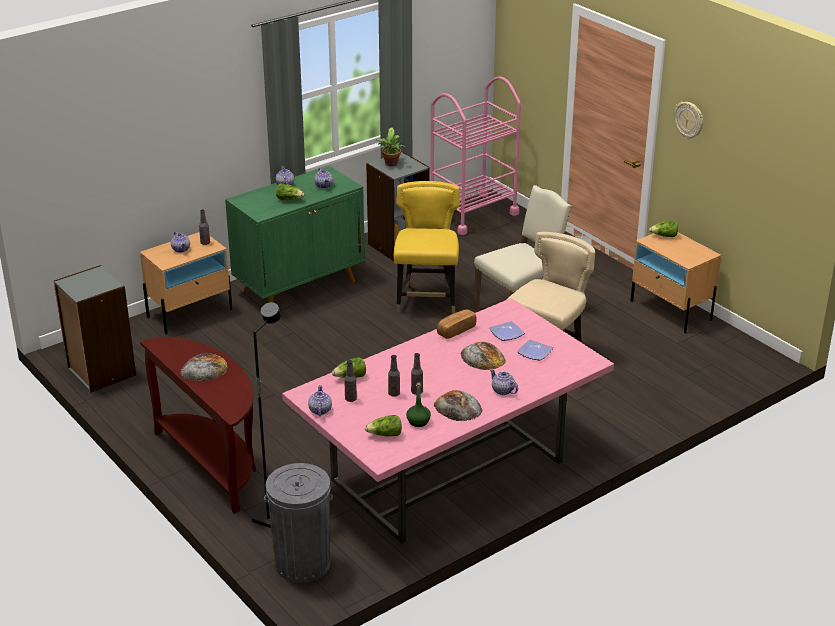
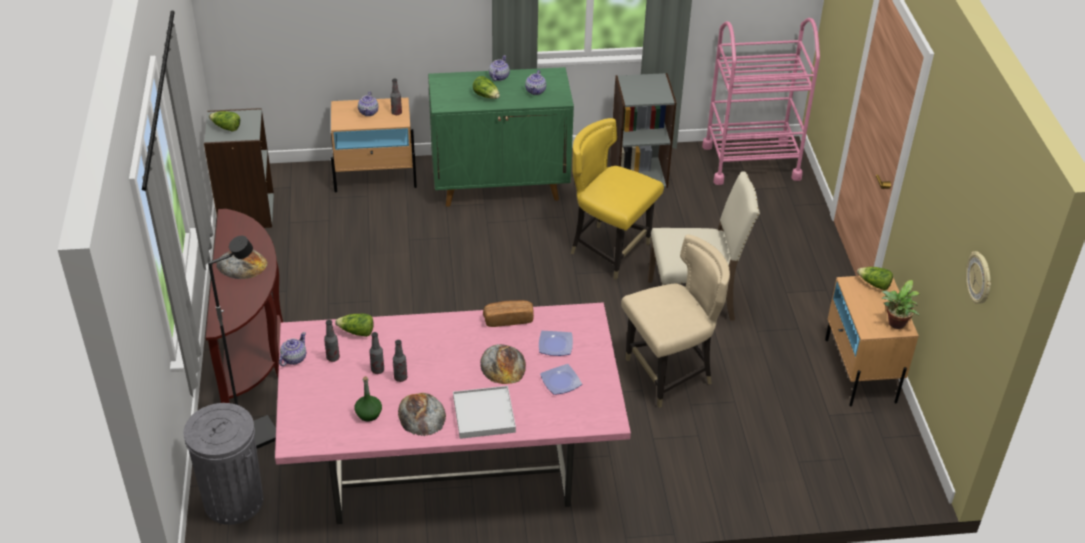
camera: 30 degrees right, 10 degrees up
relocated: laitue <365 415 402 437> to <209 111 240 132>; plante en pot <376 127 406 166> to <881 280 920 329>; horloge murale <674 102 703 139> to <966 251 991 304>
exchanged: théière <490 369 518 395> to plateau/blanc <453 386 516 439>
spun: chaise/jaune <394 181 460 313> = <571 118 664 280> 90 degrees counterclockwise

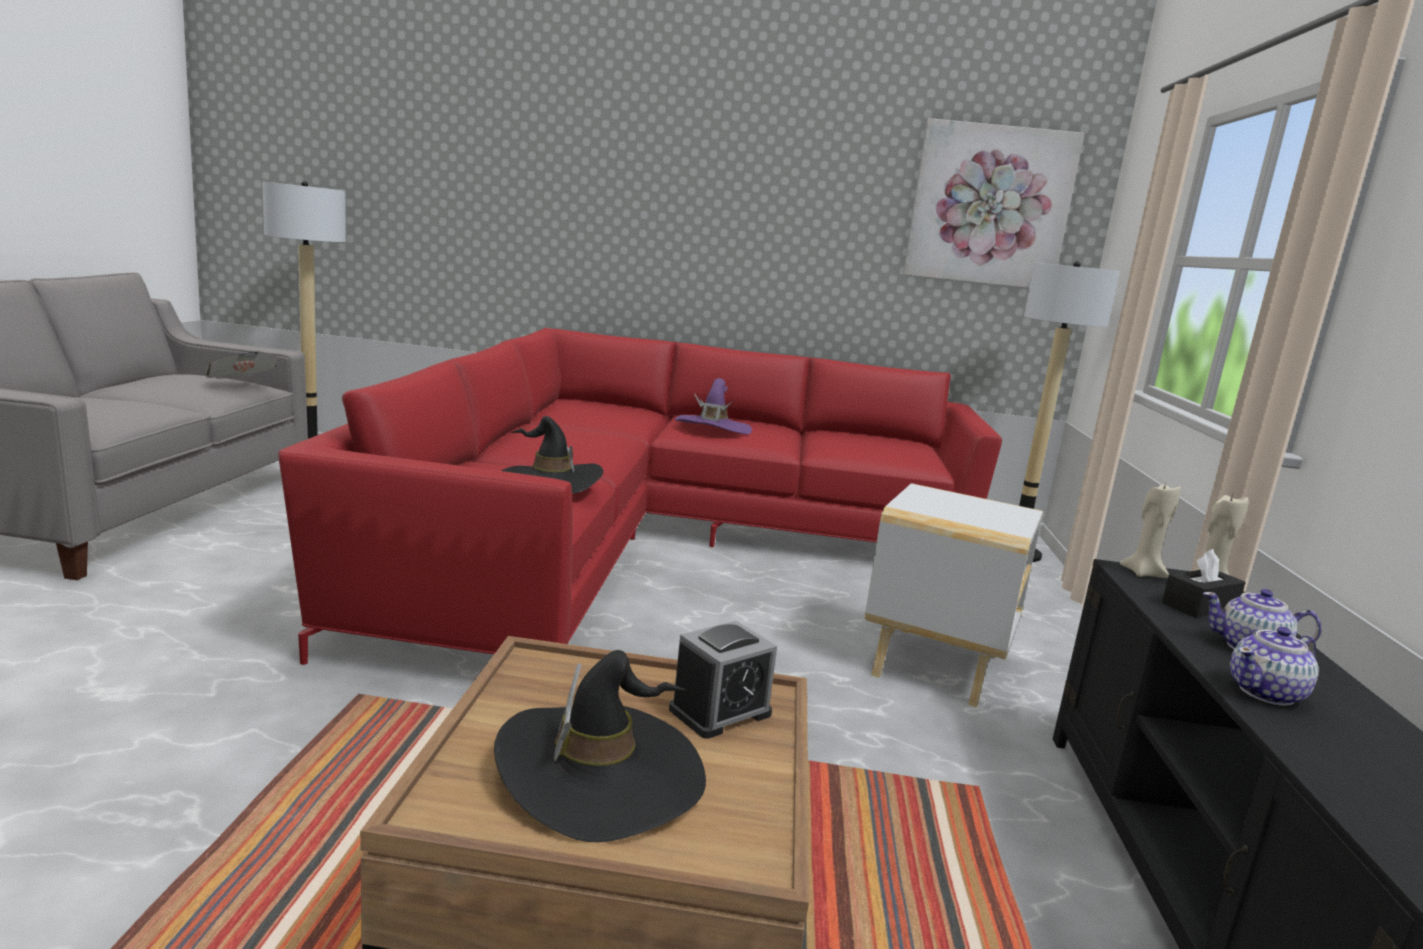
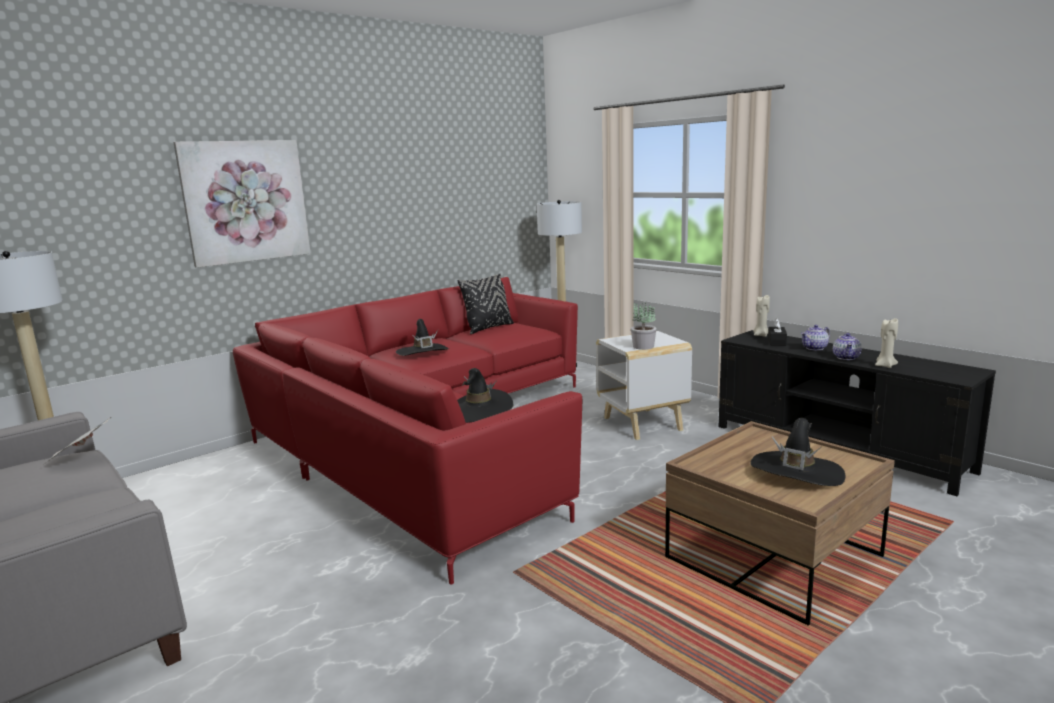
camera: 45 degrees left, 0 degrees up
missing: réveil <669 621 777 739>
appeared: coussin/noir <457 274 514 334>; plante en pot <631 303 657 350>
relocated: tableau <903 118 1085 288> to <174 140 311 268>; bougie/beige <1120 483 1181 578> to <875 318 898 368>
colour: chapeau/violet <675 378 752 434> to chapeau/noir <396 319 449 356>

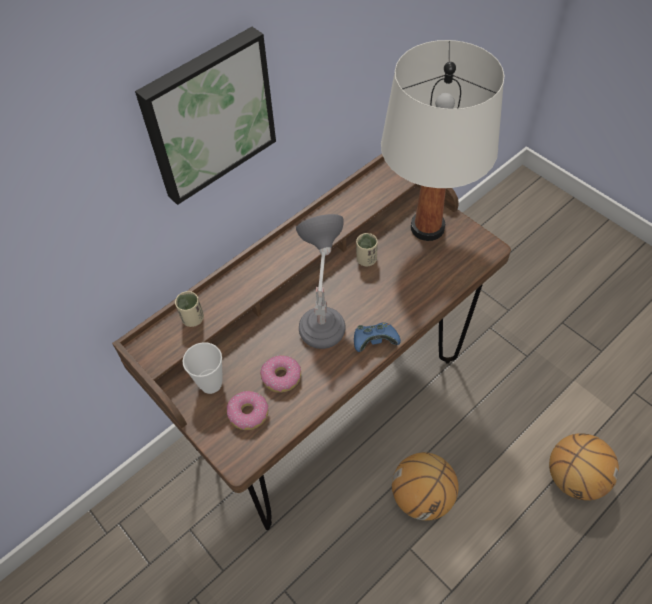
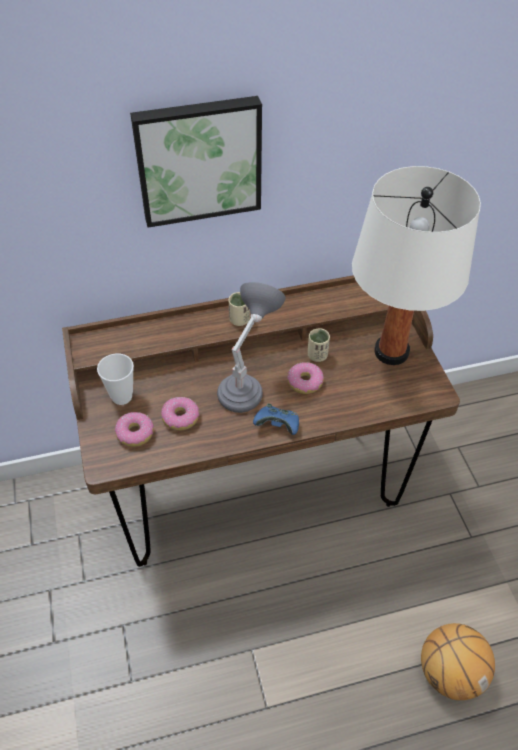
camera: 25 degrees right, 5 degrees down
missing: ballon de basket <392 452 459 521>
appeared: beignet <287 362 324 394>
relocated: tasse/beige <175 291 204 327> to <229 292 250 326>

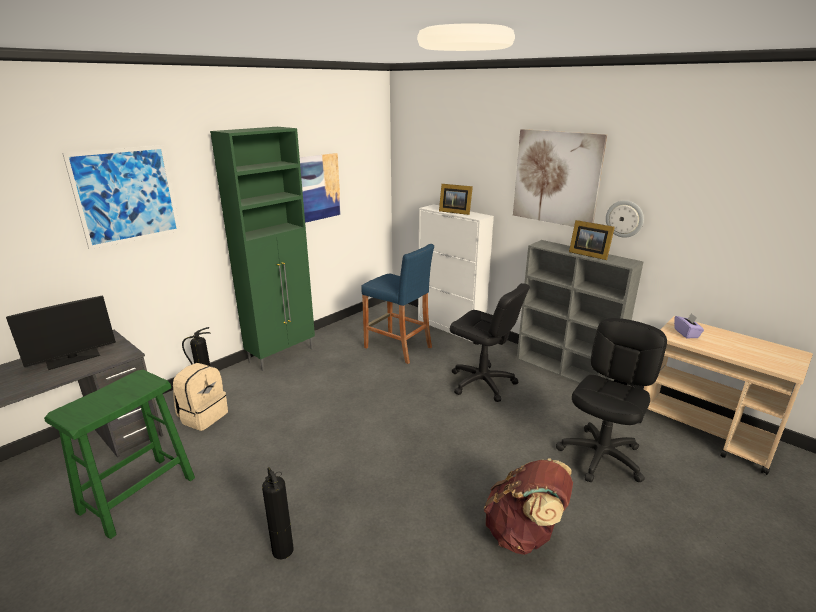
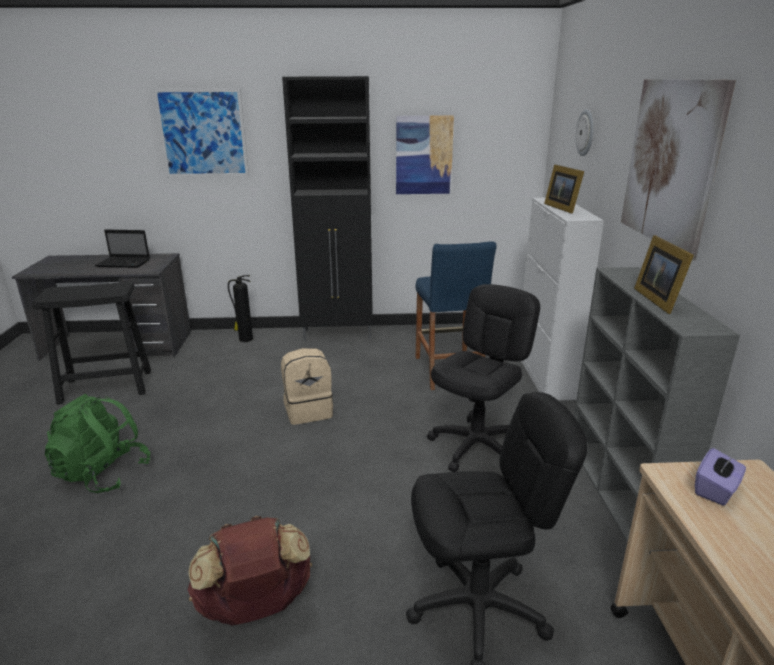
camera: 45 degrees right, 0 degrees up
relocated: sac à dos/beige <173 363 228 431> to <281 348 333 425>; horloge murale <606 200 644 238> to <576 109 594 156>
exchanged: écran d'ordinateur <6 296 116 370> to ordinateur portable <95 229 150 268>; extincteur <262 467 294 559> to sac à dos/vert <45 394 150 493>
colour: tabouret/vert <44 370 195 539> to tabouret/noir <32 281 151 405>; meuble de rangement/vert <210 127 315 371> to meuble de rangement/noir <282 76 373 341>
spun: chaise de bureau/noir <450 283 530 402> = <427 284 540 472> 135 degrees counterclockwise

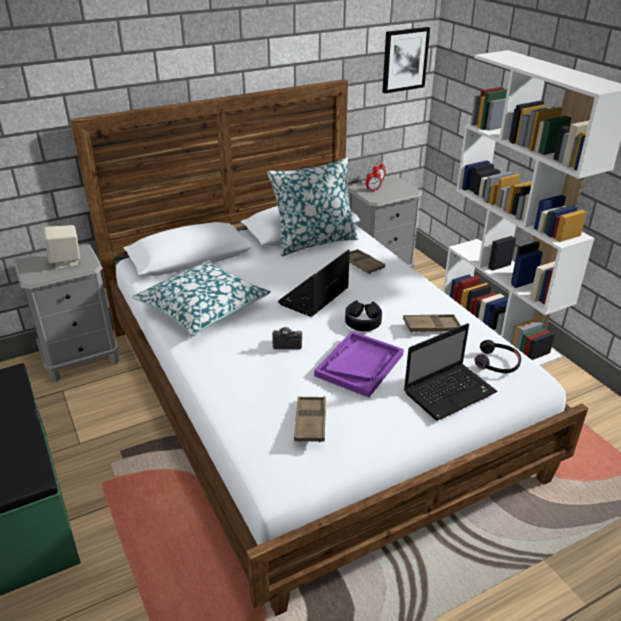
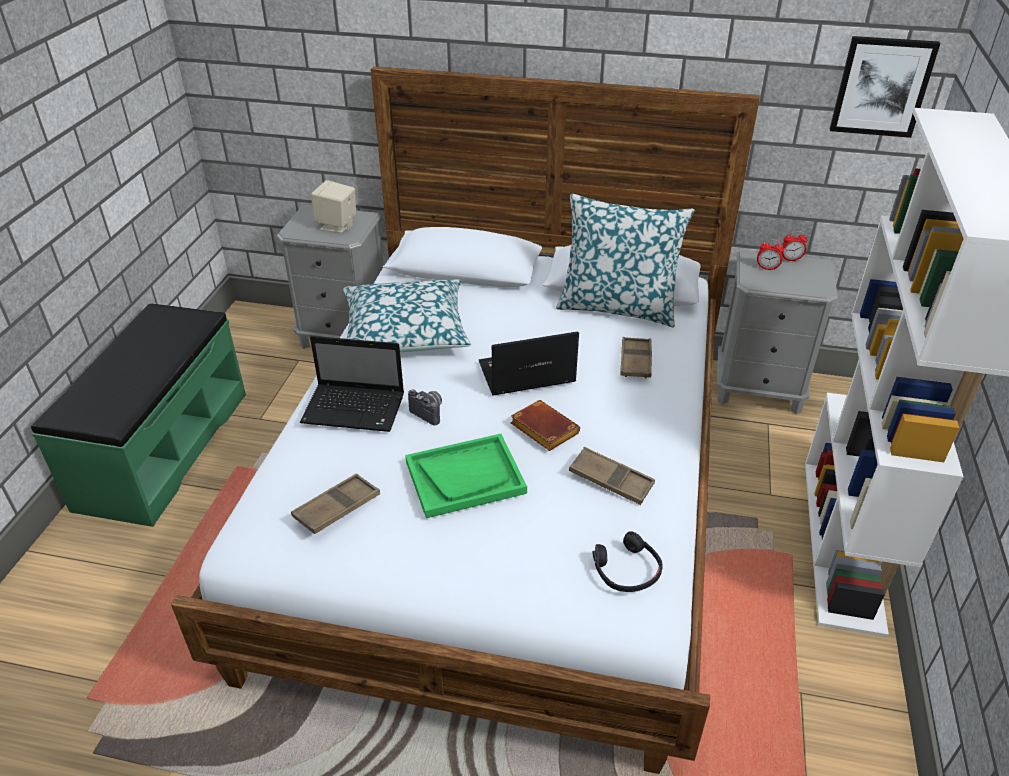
camera: 40 degrees right, 5 degrees up
relocated: ordinateur portable <404 323 497 421> to <300 336 404 432>
exchanged: casque audio/noir <345 301 382 331> to livre/marron <511 400 580 451>
colour: plateau/violet <314 331 404 398> to plateau/vert <405 434 527 518>

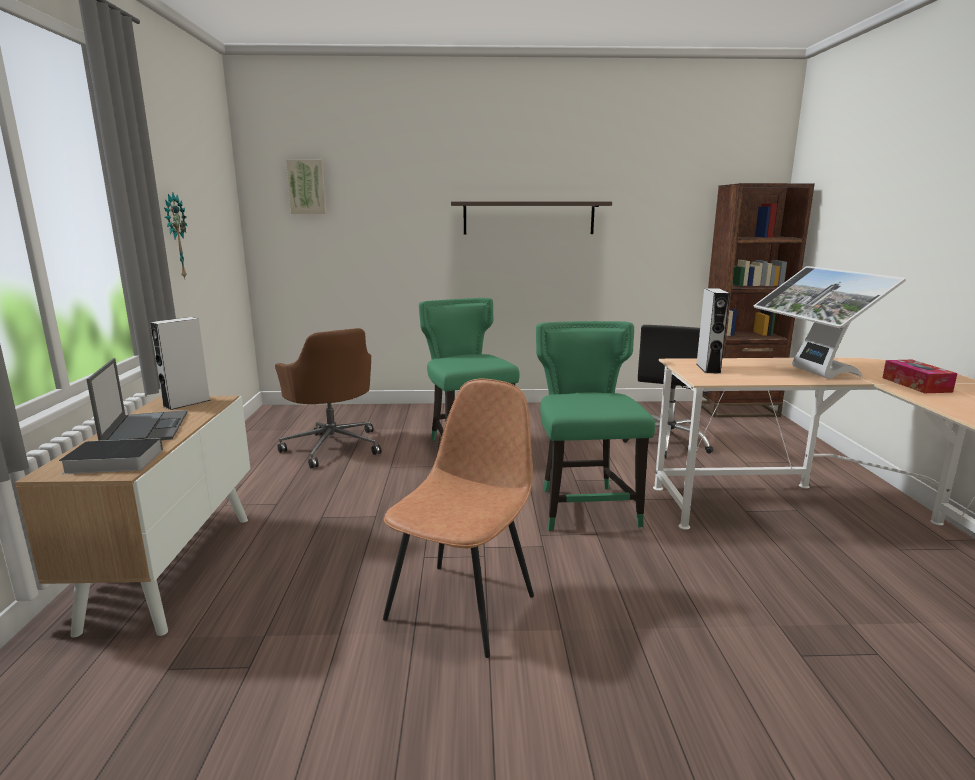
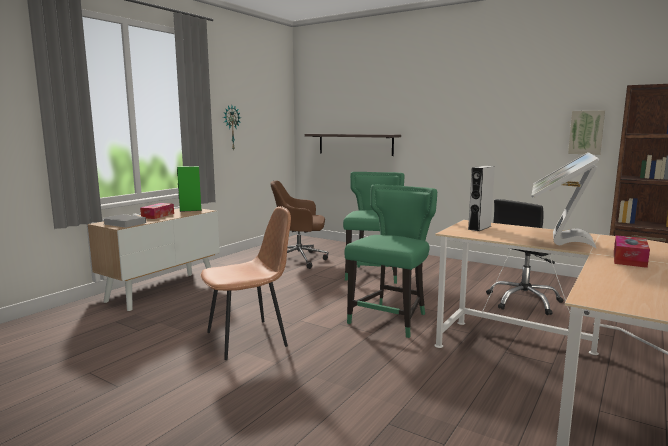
camera: 35 degrees right, 5 degrees down
relocated: tableau <286 160 326 214> to <568 111 605 155>; étagère <451 202 612 234> to <305 134 401 156>
exchanged: ordinateur portable <86 358 188 441> to boîte à mouchoirs <140 203 174 219>
colour: enceinte/gris <150 317 210 410> to enceinte/vert <177 166 202 212>
spun: chaise de bureau/marron <275 328 381 468> = <270 181 328 269> 90 degrees clockwise

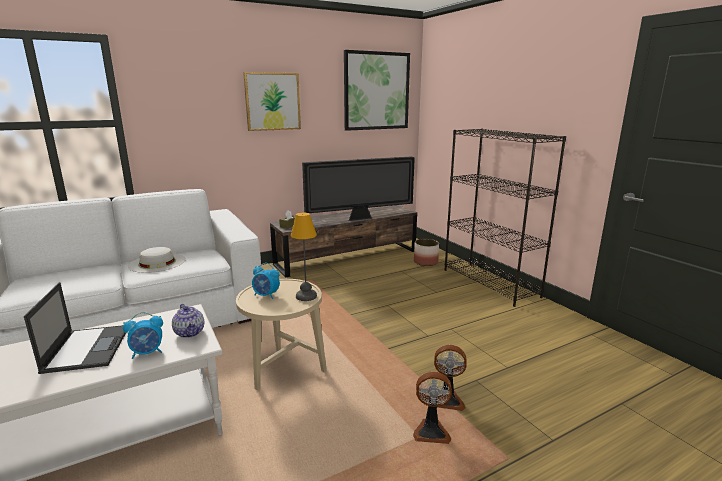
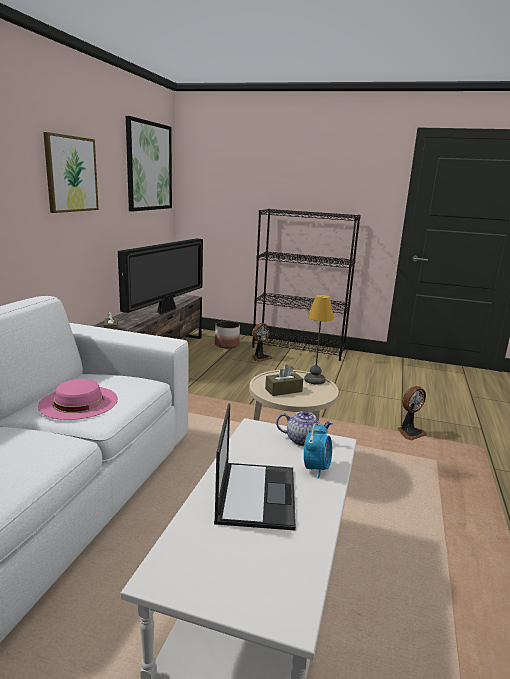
camera: 45 degrees left, 0 degrees up
relocated: ventilateur <413 371 452 444> to <252 323 273 362>
exchanged: réveil <252 263 280 299> to boîte à mouchoirs/marron <265 364 303 396>
colour: chapeau/blanc <128 247 186 273> to chapeau/rose <38 379 118 420>
spun: ordinateur portable <24 282 125 374> = <214 403 296 530> 60 degrees clockwise

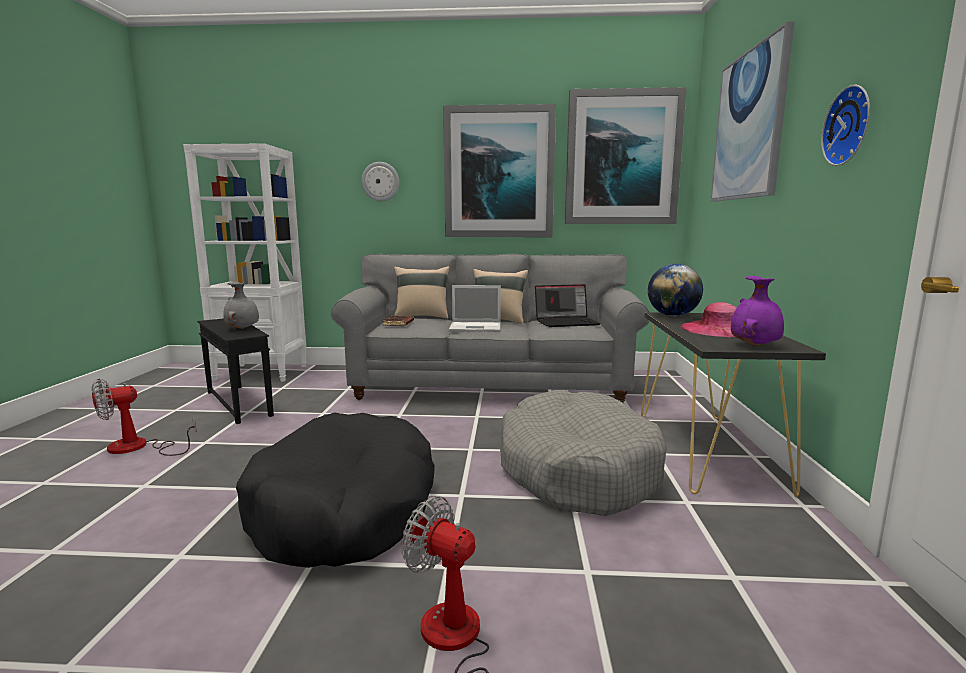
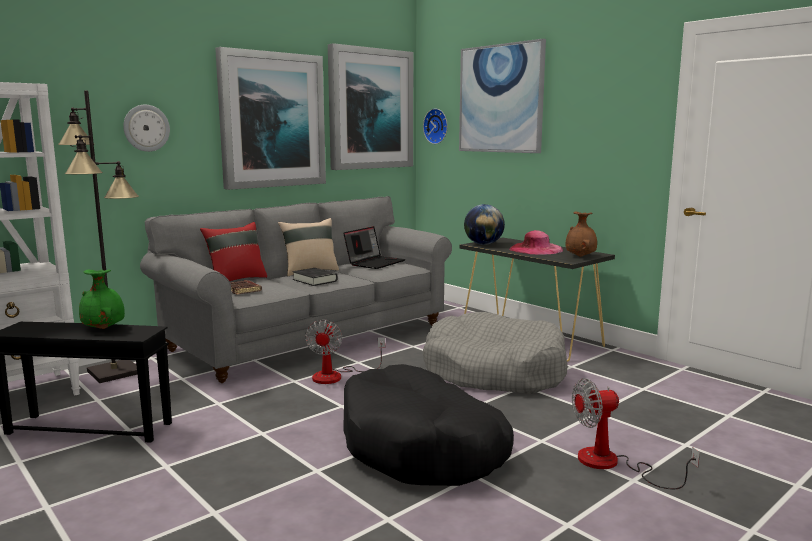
camera: 45 degrees left, 0 degrees up
appeared: lampadaire/noir <58 90 139 383>
relocated: ventilateur <92 378 197 456> to <305 319 385 384>; horloge murale <821 85 870 166> to <423 108 448 144>
exchanged: ordinateur portable <449 285 501 332> to livre/noir <293 268 337 286>
colour: vase/gris <223 282 259 329> to vase/vert <79 269 125 329>; coussin/beige <394 266 450 319> to coussin/rouge <200 222 267 281>; vase/violet <731 276 784 346> to vase/marron <565 212 597 257>

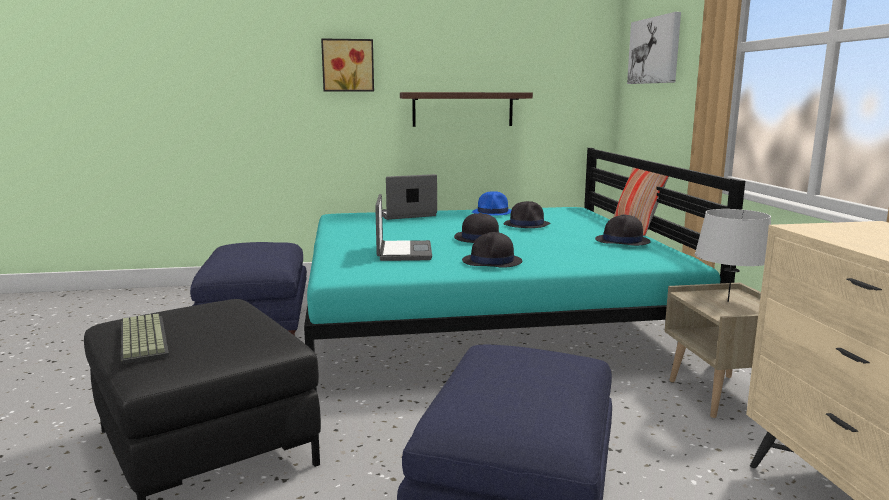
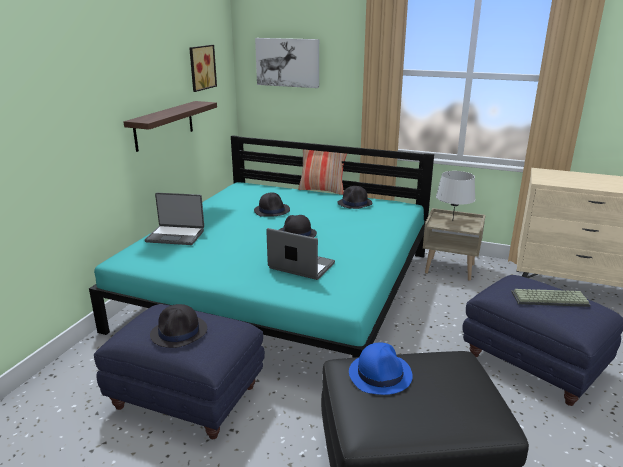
camera: 60 degrees left, 10 degrees up
relocated: clavier <121 313 169 364> to <511 289 590 307>; tableau <321 39 374 92> to <189 45 217 92>; chapeau/noir <462 232 522 268> to <150 304 207 348>; chapeau/bleu <472 191 511 215> to <349 342 413 395>
spun: ordinateur portable <382 174 437 220> = <145 193 204 245> 90 degrees counterclockwise

